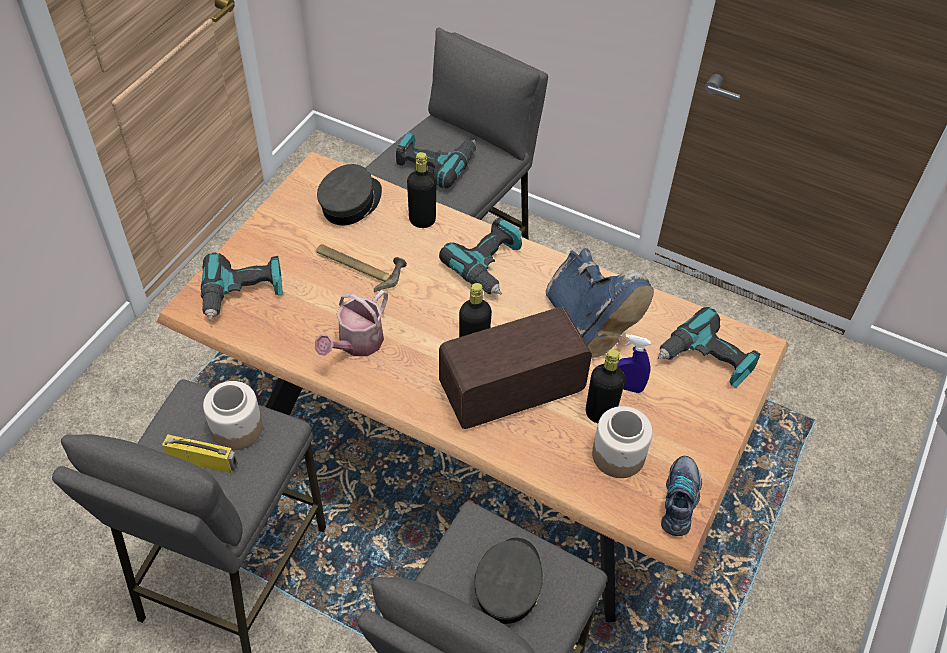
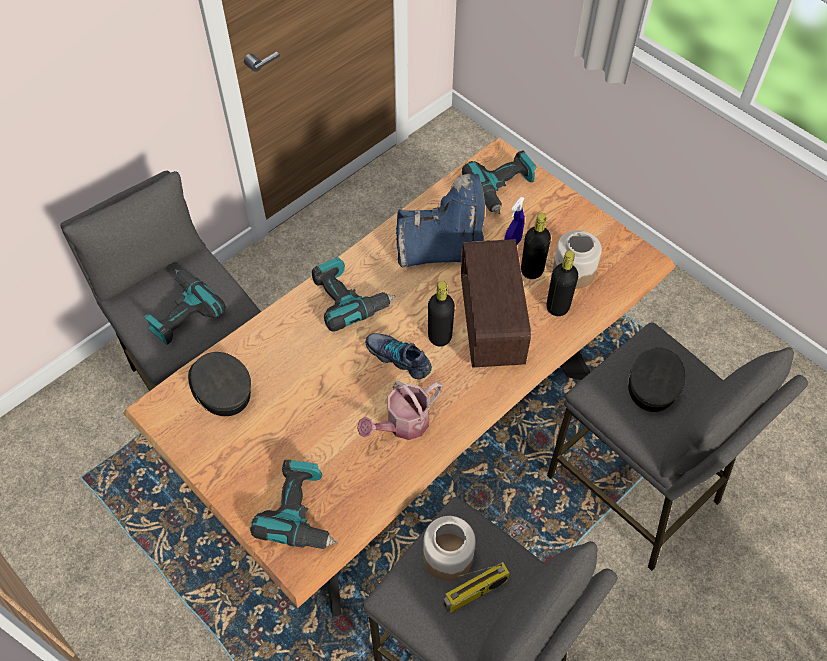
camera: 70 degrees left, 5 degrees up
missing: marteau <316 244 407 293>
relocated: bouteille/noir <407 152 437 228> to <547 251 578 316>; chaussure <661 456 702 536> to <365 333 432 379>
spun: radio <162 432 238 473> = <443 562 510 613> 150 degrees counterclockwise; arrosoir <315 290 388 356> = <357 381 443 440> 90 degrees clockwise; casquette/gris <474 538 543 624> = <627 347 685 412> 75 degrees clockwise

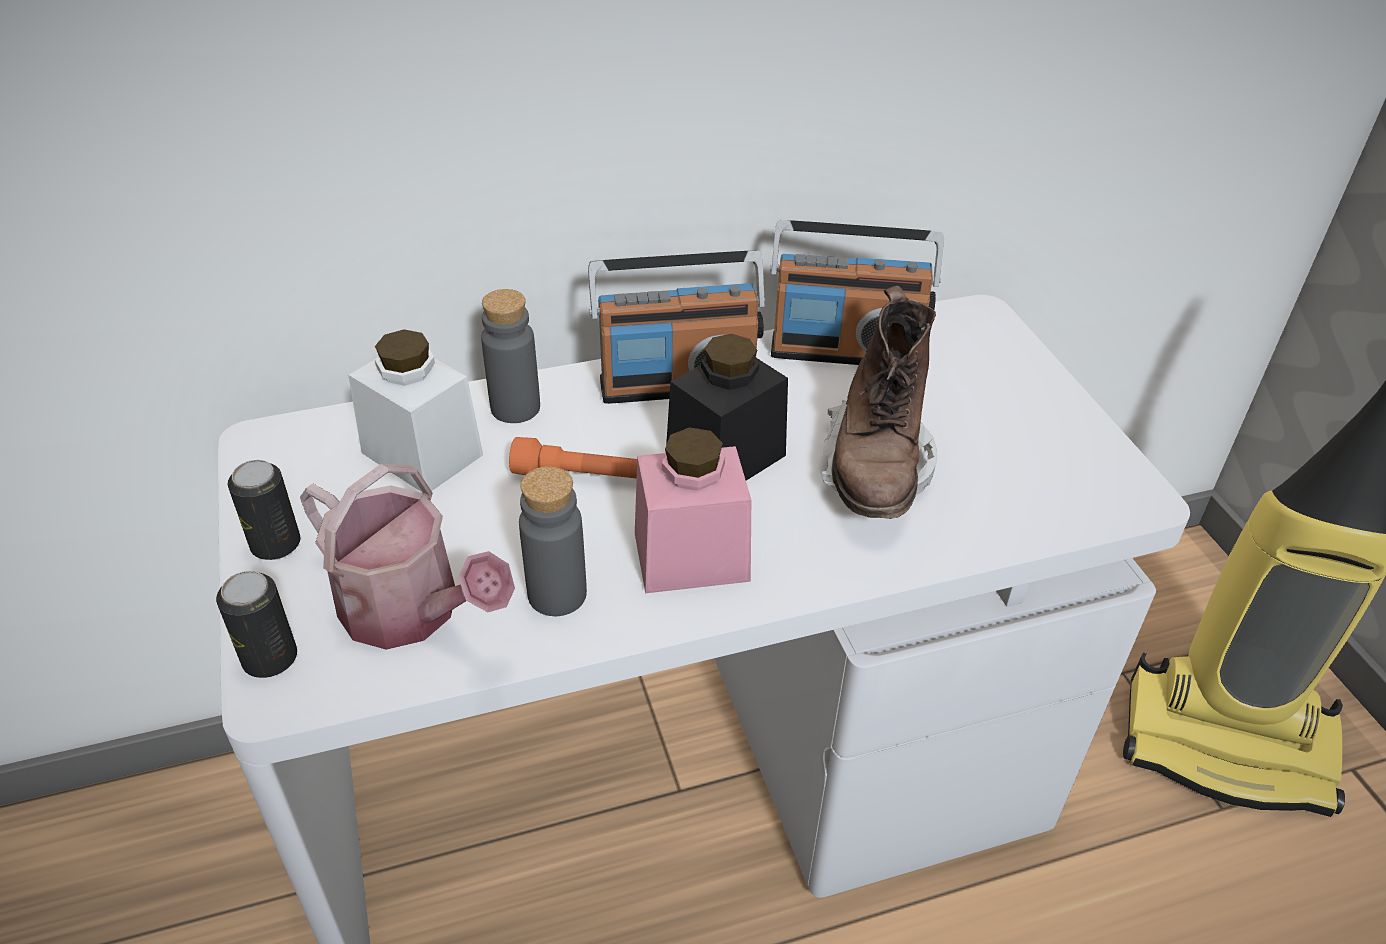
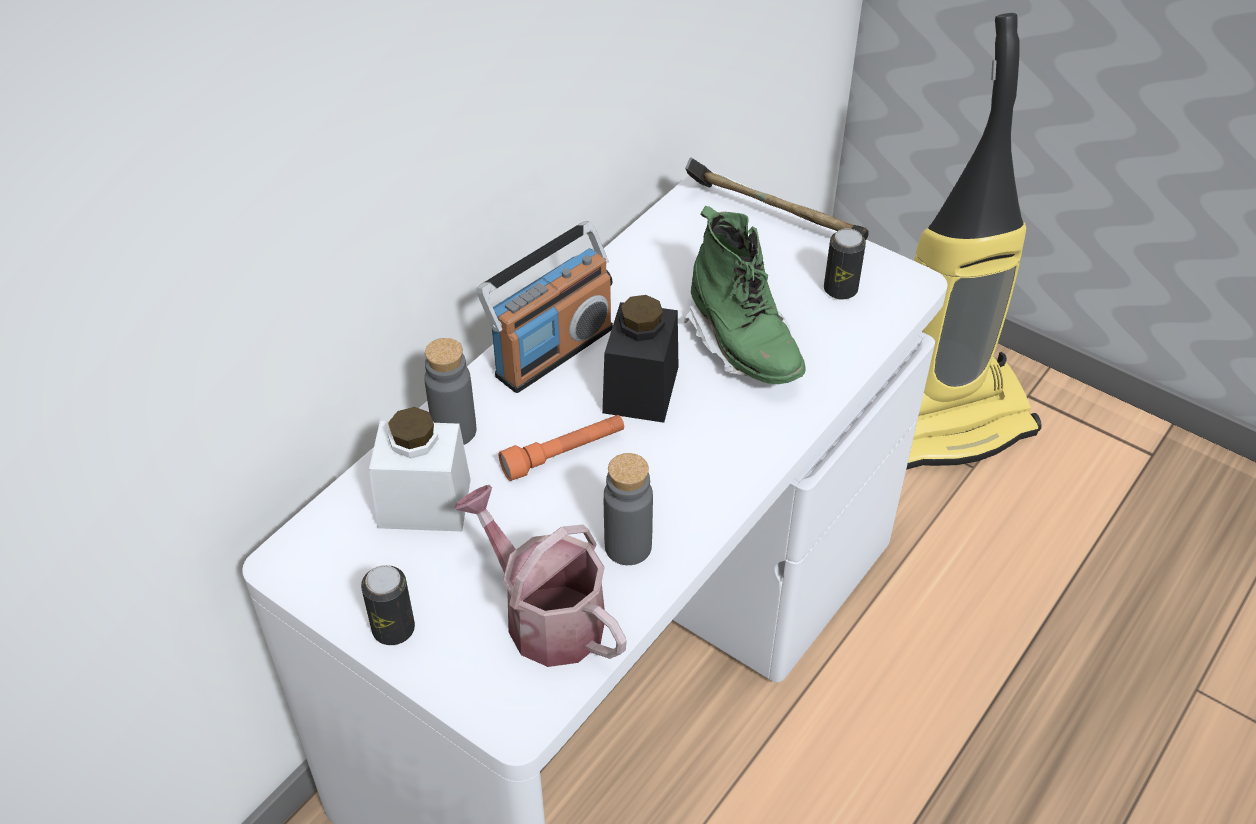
camera: 35 degrees left, 5 degrees up
missing: bocal/rose <635 427 751 593>; radio <770 220 944 365>
appeared: marteau <685 157 869 241>
relocated: boîte métallique <216 571 297 678> to <824 228 866 300>
colour: botte/marron <821 285 937 519> to botte/vert <684 206 805 384>
spun: arrosoir <300 464 515 650> = <454 485 627 667> 135 degrees counterclockwise

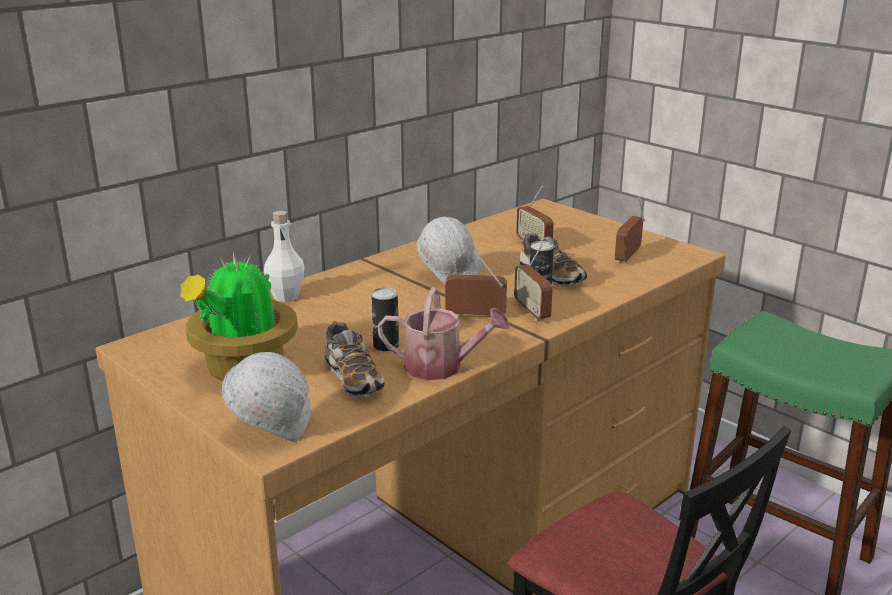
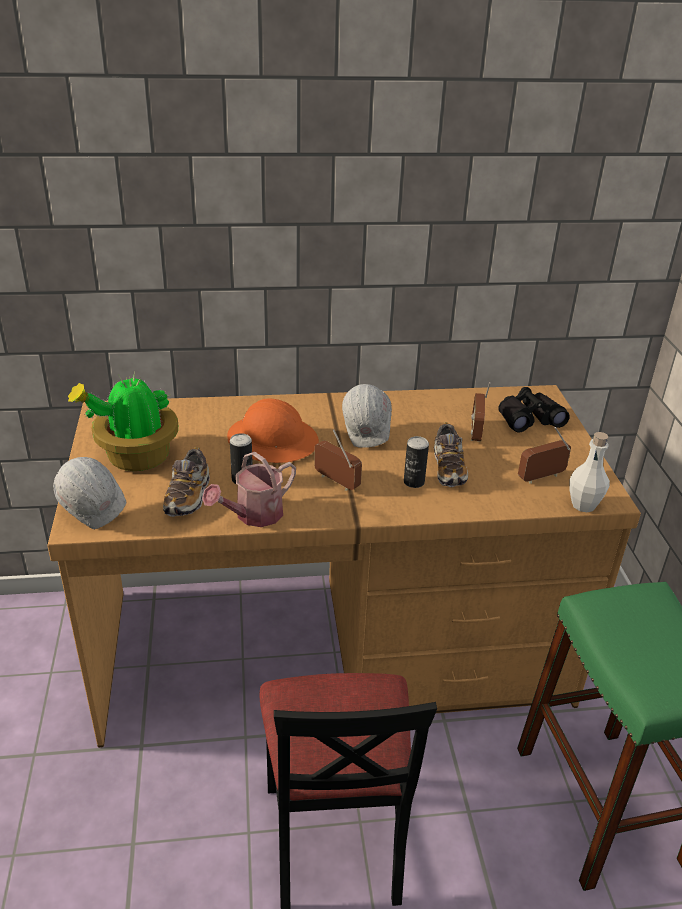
camera: 35 degrees right, 10 degrees up
missing: radio <514 243 552 321>
appeared: casque de chantier/orange <227 398 319 463>; jumelles/noir <498 387 570 432>
relocated: bouteille/blanc <264 211 305 302> to <569 432 610 512>
spun: arrosoir <377 287 510 380> = <202 452 296 527> 90 degrees clockwise

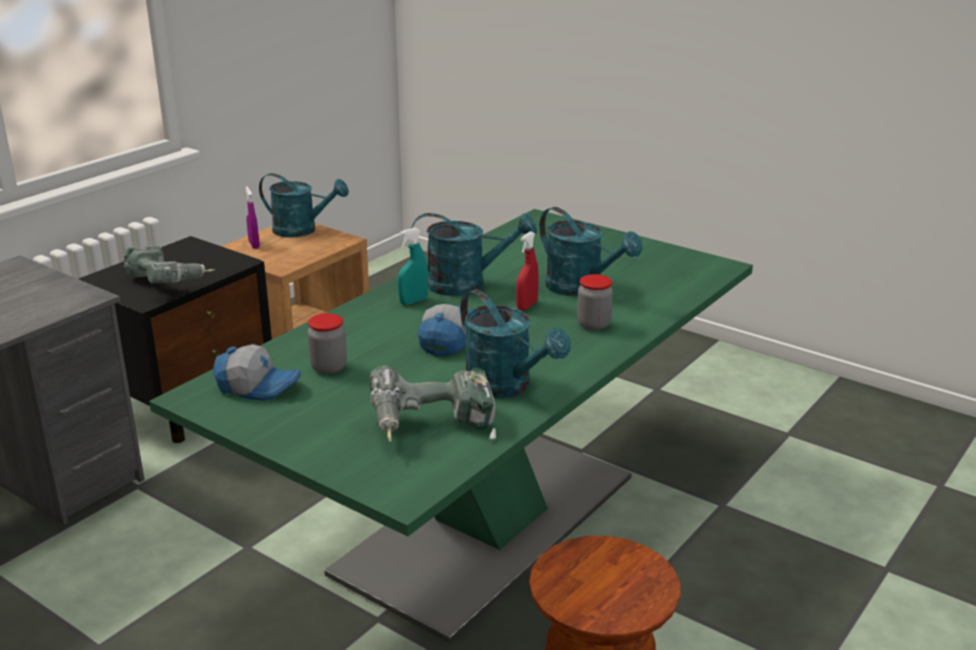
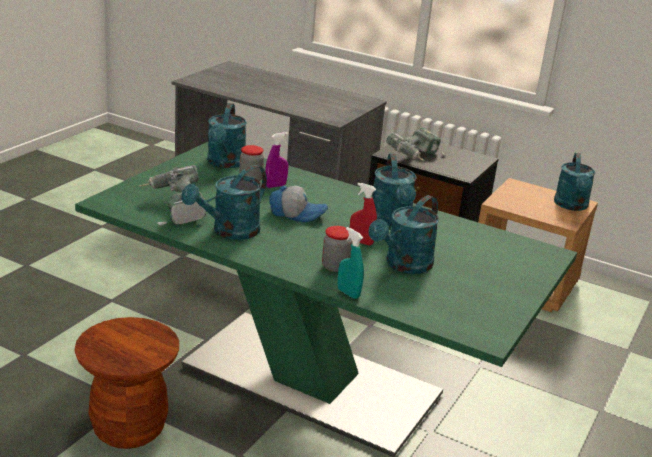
camera: 80 degrees right, 0 degrees up
relocated: vaporisateur/violet <245 186 260 249> to <265 132 288 188>; vaporisateur/turquoise <398 228 428 305> to <338 227 364 299>
exchanged: casquette <213 344 301 401> to arrosoir/turquoise <207 103 247 168>

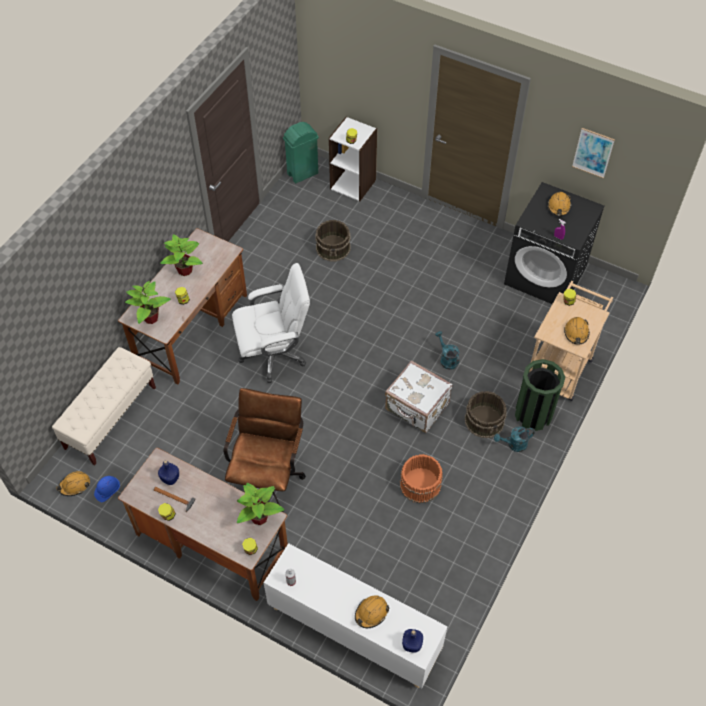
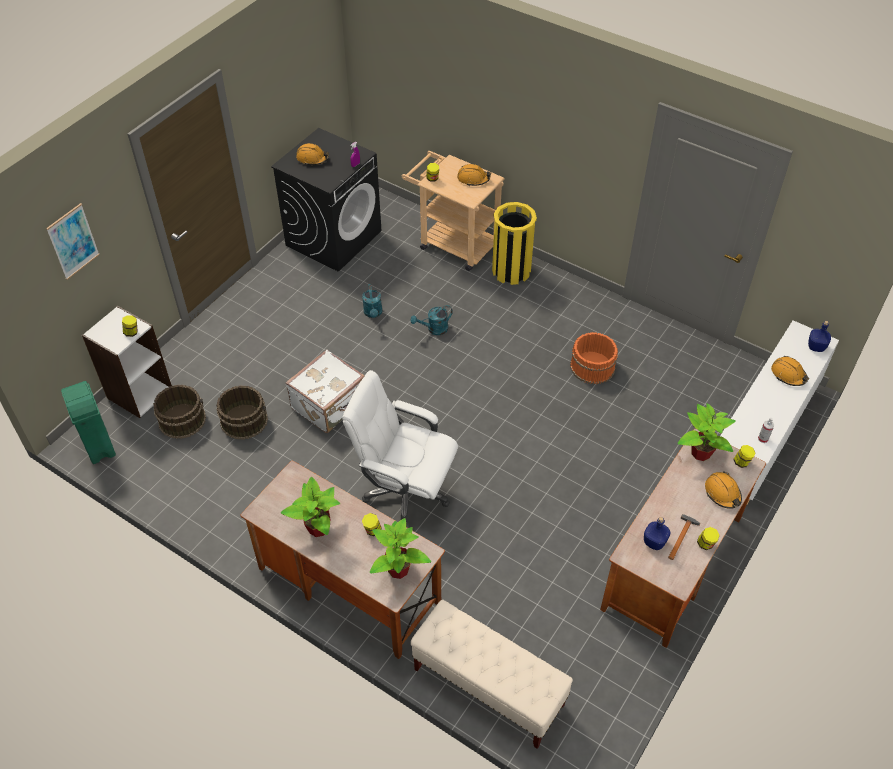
camera: 85 degrees left, 5 degrees down
missing: casque de chantier/bleu <94 476 120 502>; chaise de bureau/marron <224 388 306 512>
relocated: casque de chantier/orange <56 471 90 496> to <705 471 742 509>; valise/blanc <385 361 453 433> to <286 349 365 433>; seau/marron <465 391 507 438> to <153 385 206 439>; arrosoir/turquoise <494 426 535 452> to <362 284 382 318>; tableau <572 128 615 178> to <46 203 100 280>
colour: poubelle/vert <515 359 565 431> to poubelle/jaune <492 202 537 285>
spun: chaise de bureau/blanc <232 263 310 383> = <342 370 458 527> 60 degrees counterclockwise

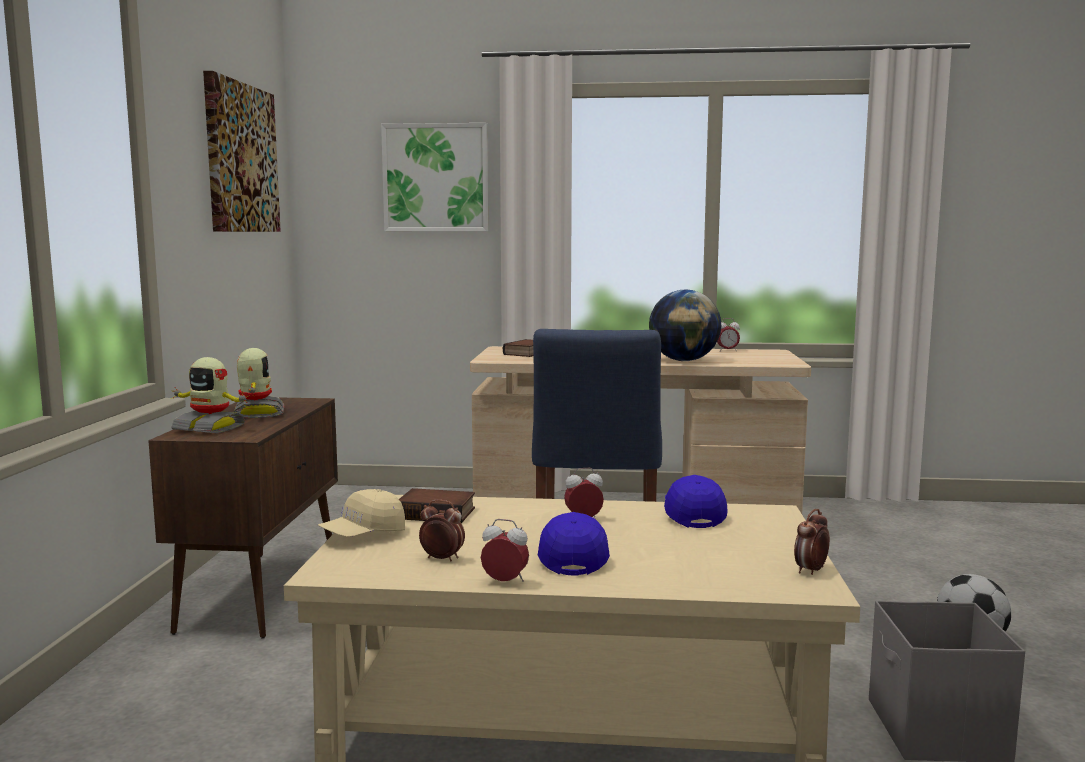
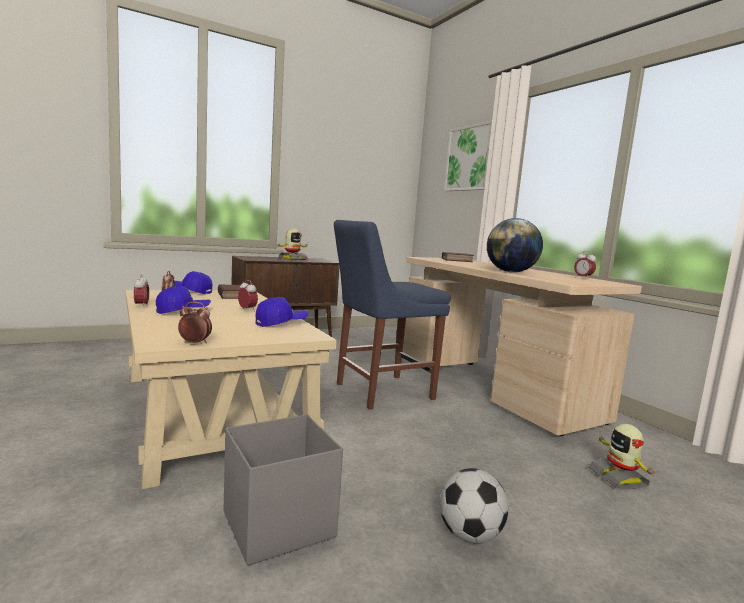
camera: 55 degrees right, 0 degrees up
missing: tableau <203 71 281 232>
relocated: robot jouet <171 357 250 433> to <589 424 658 490>
colour: casquette/beige <318 489 405 537> to casquette/bleu <174 271 212 294>

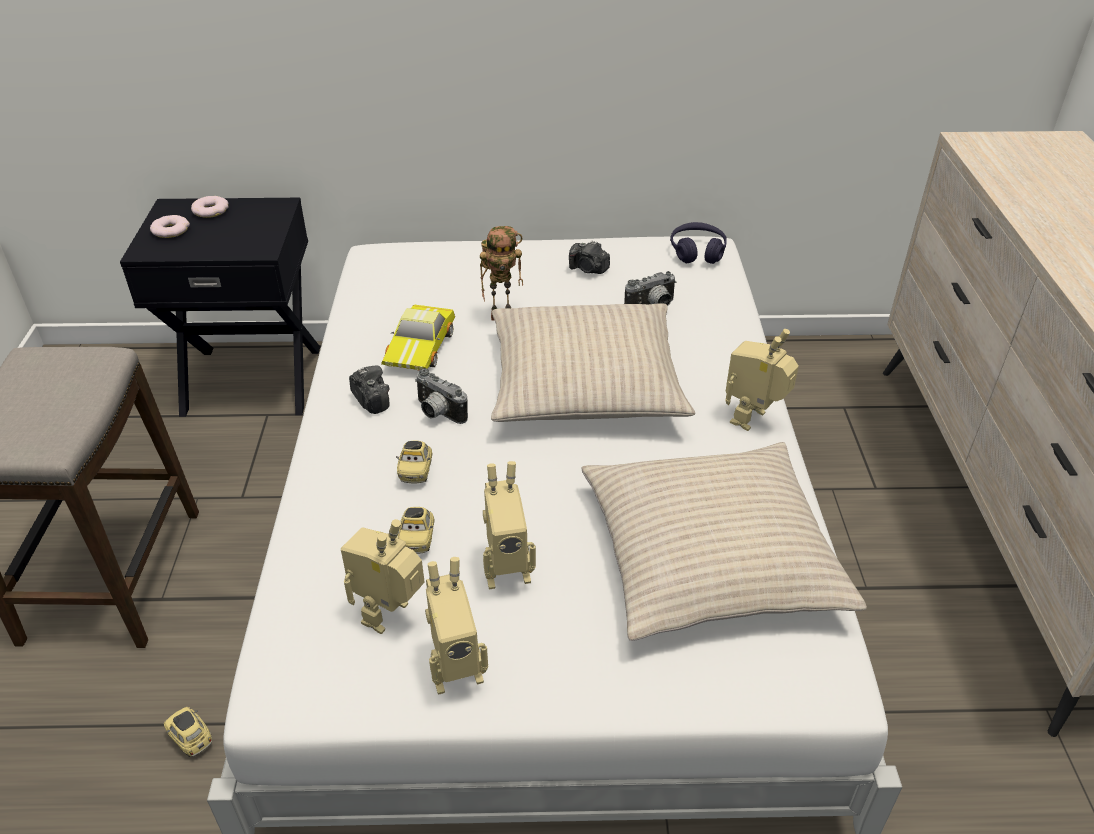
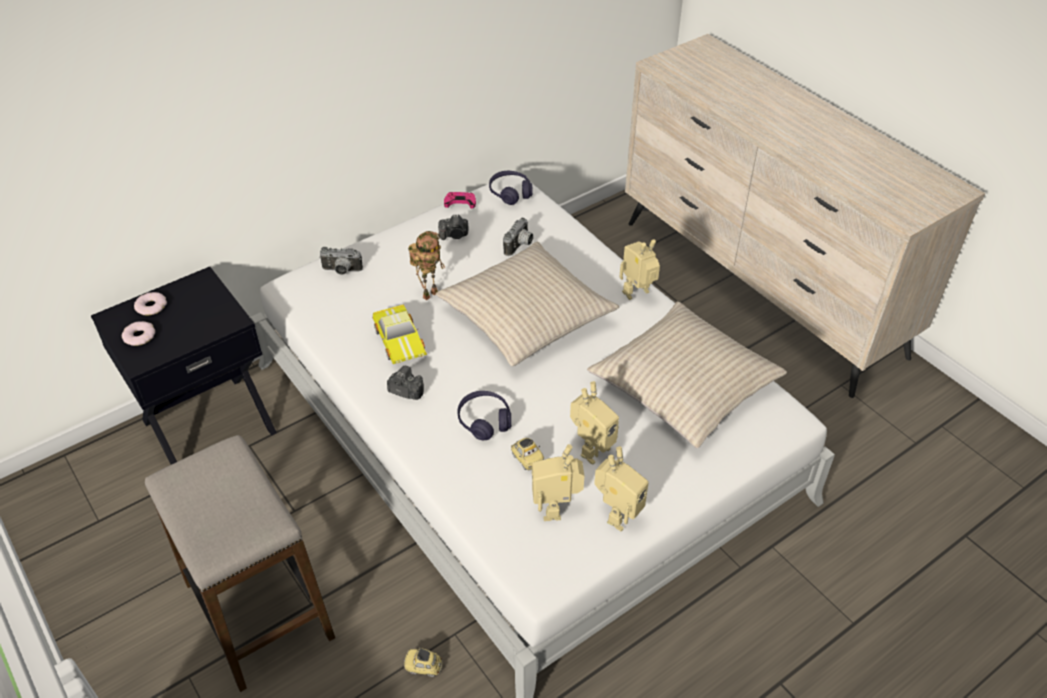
camera: 35 degrees left, 5 degrees up
appeared: manette/rose <444 192 476 209>
relocated: appareil photo <415 368 468 424> to <319 247 363 275>
exchanged: petite voiture <396 440 433 483> to casque audio/violet <457 391 511 440>
spun: robot jouet <726 329 799 431> = <620 239 660 300> 60 degrees clockwise

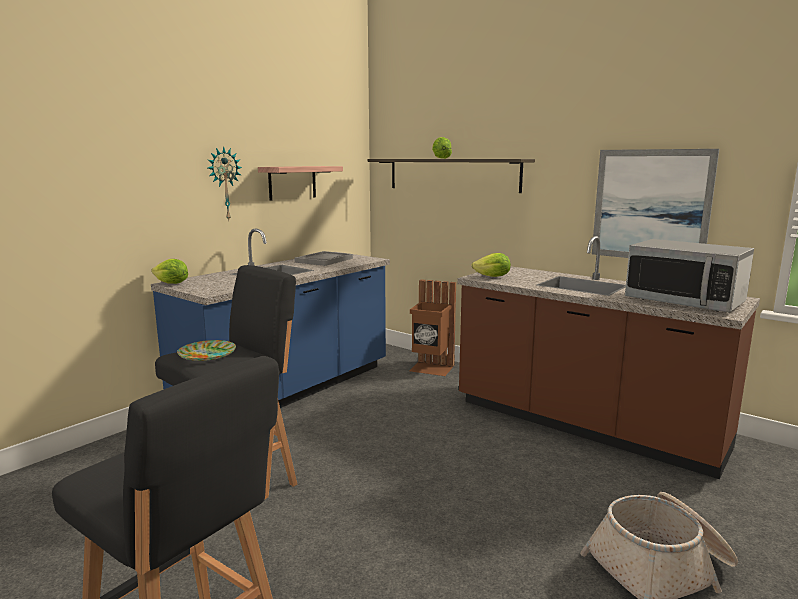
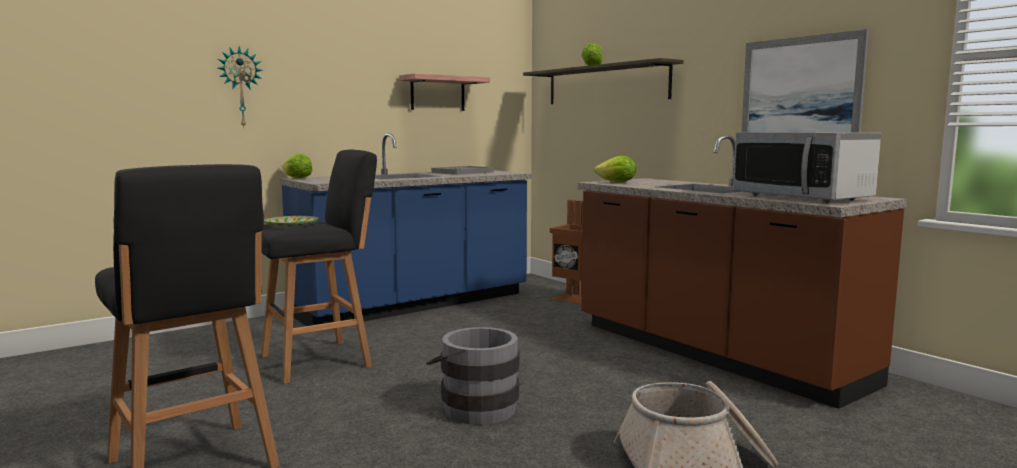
camera: 15 degrees right, 5 degrees down
appeared: seau/gris <426 327 519 425>
relocated: horloge murale <207 146 242 221> to <218 46 263 127>

